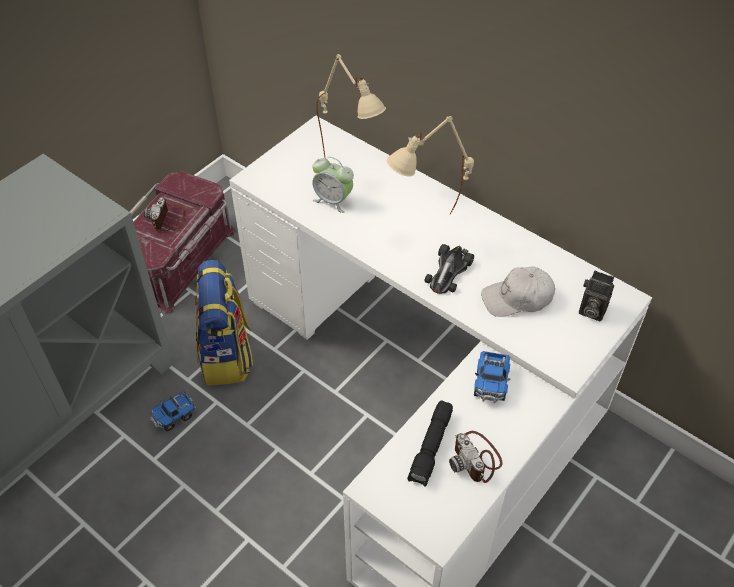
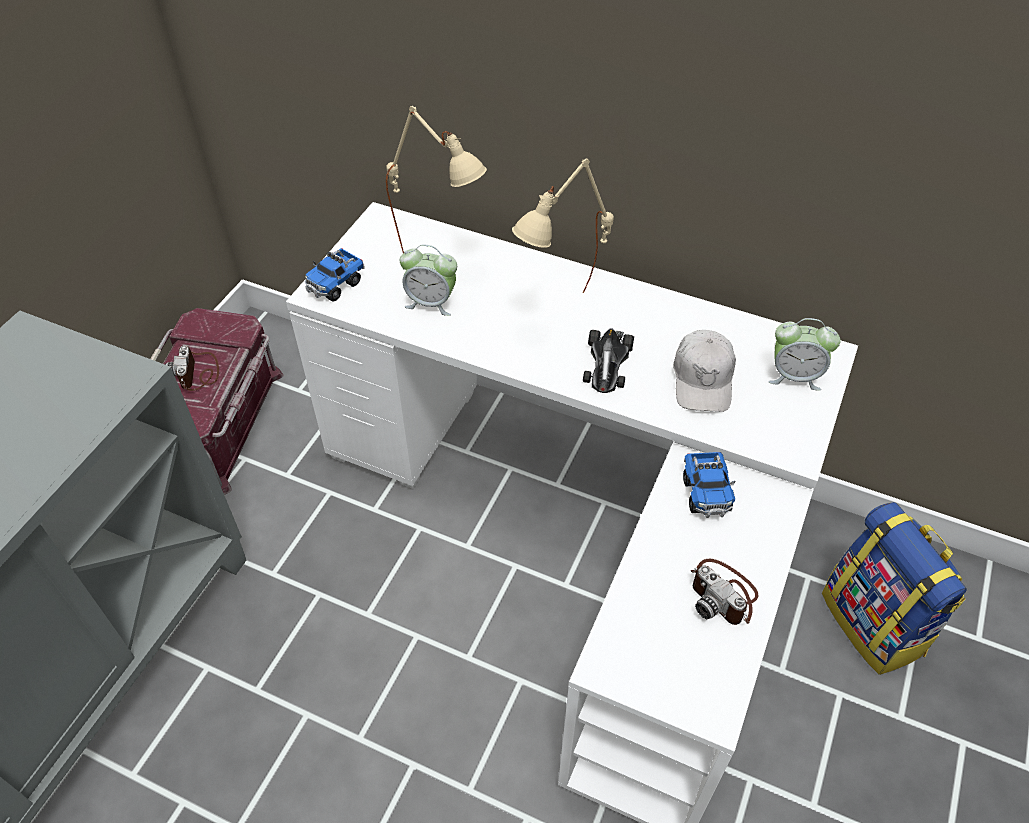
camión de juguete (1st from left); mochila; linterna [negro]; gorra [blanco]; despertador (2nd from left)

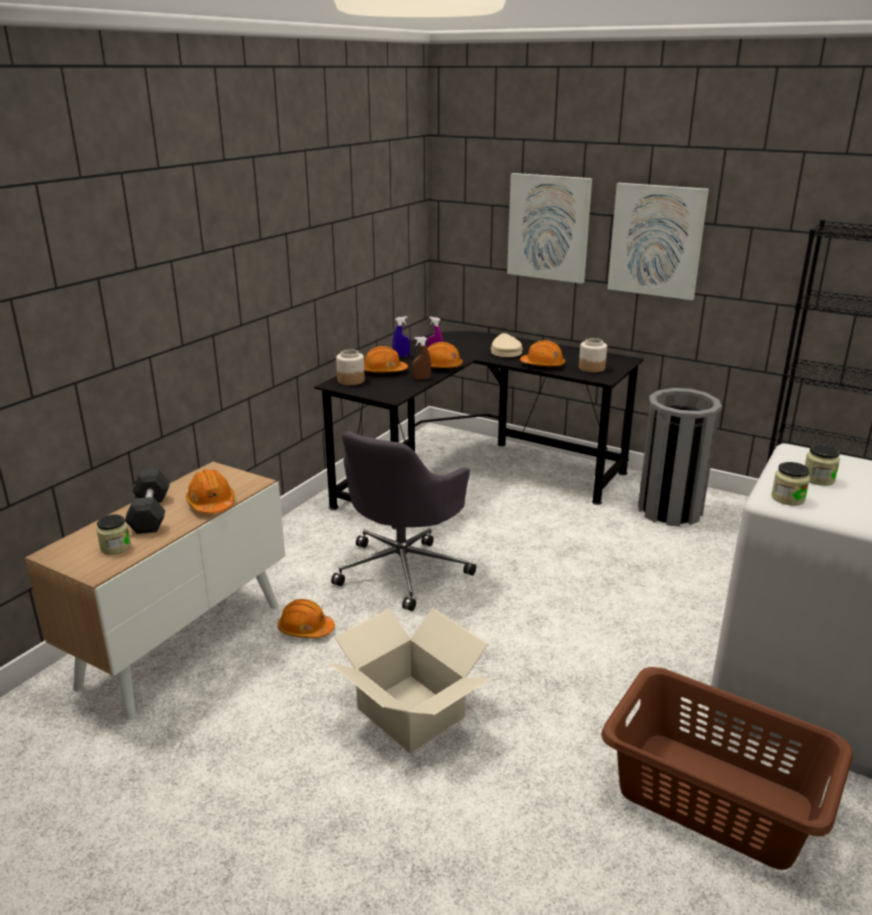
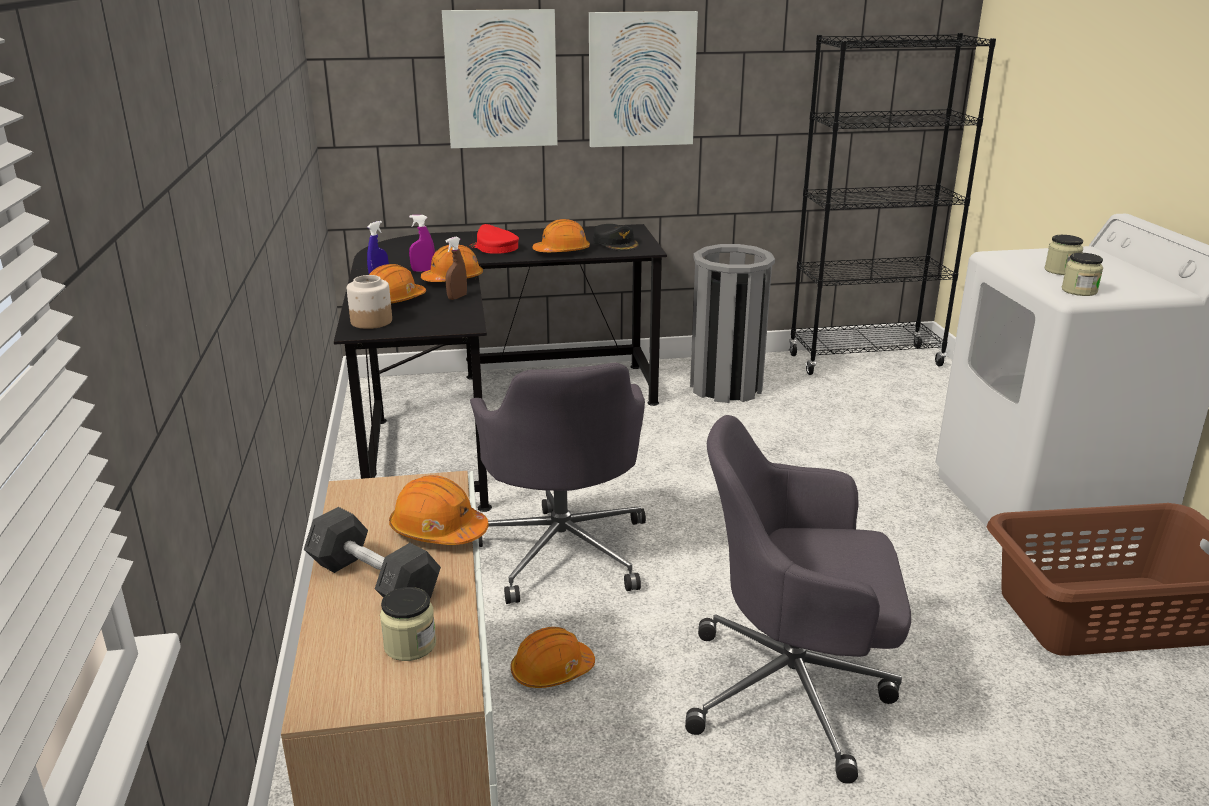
silla de oficina [gris] (2nd from left); gorra [rojo]; gorra [negro]

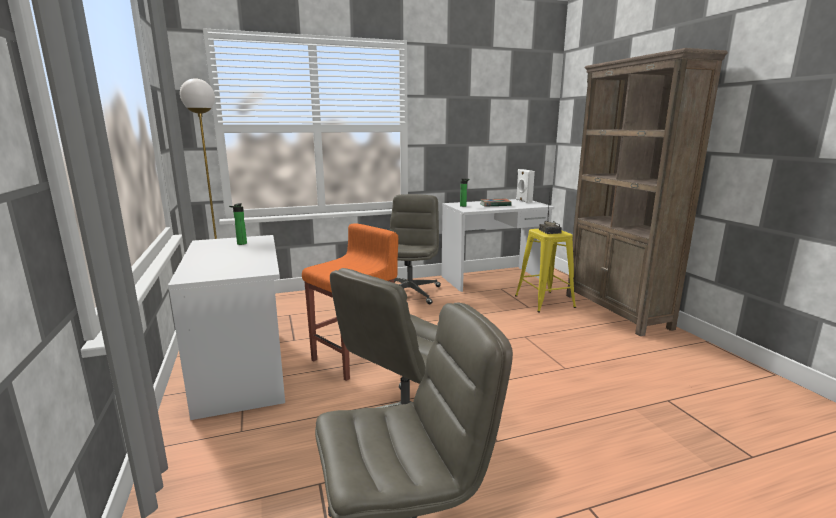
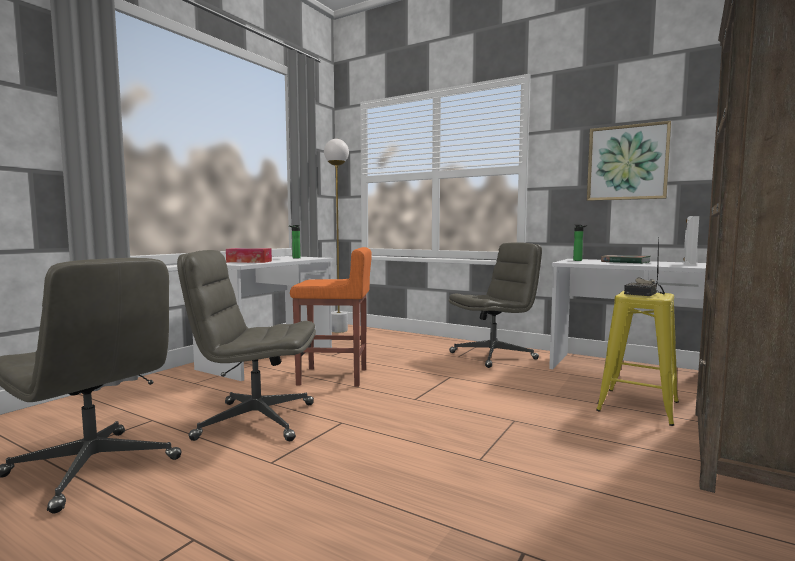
caja de pañuelos; cuadro

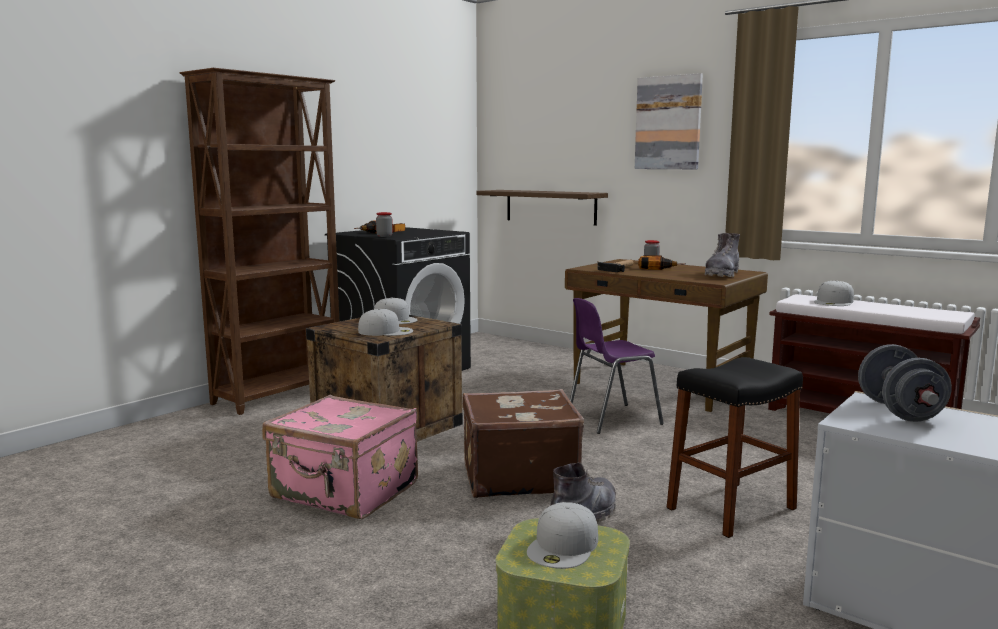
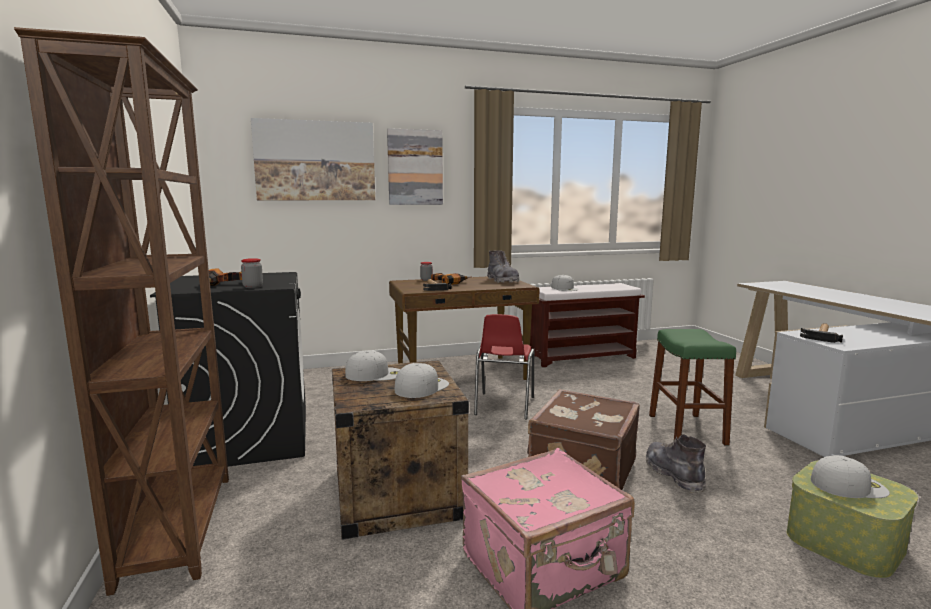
estante; gorra [blanco] (4th from left); silla [rojo]; taburete [verde]; martillo (2nd from left); cuadro (1st from left)

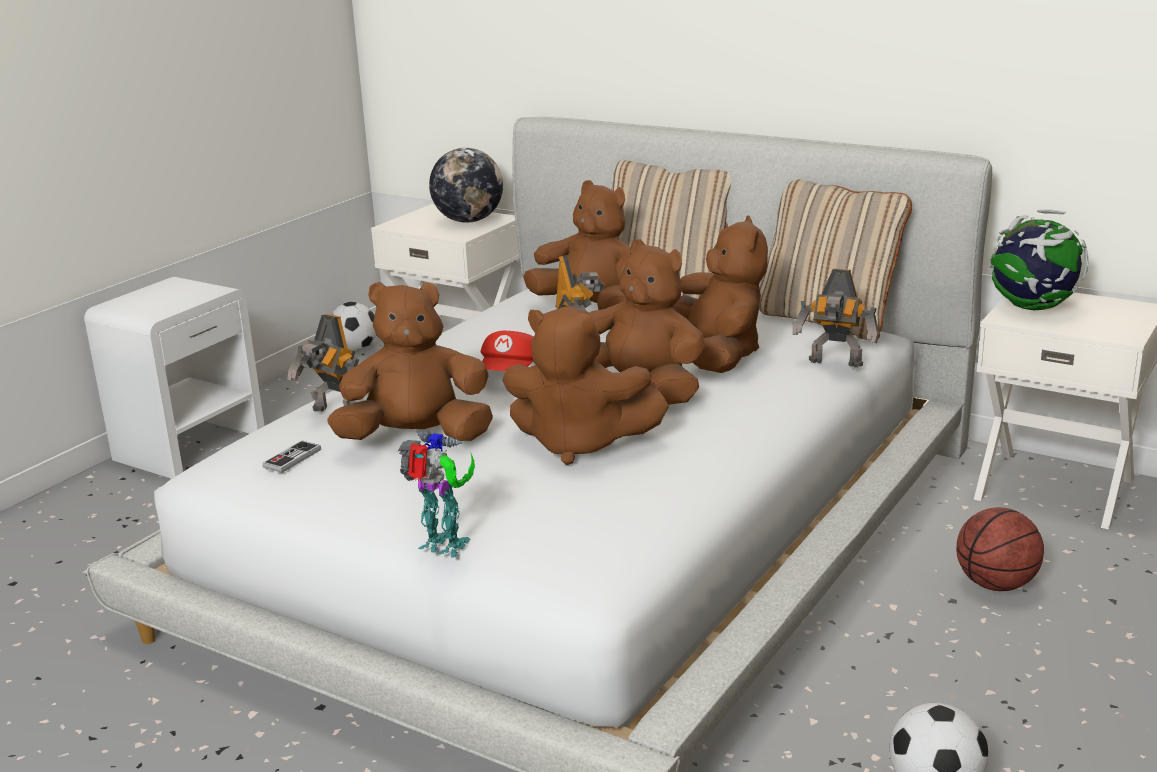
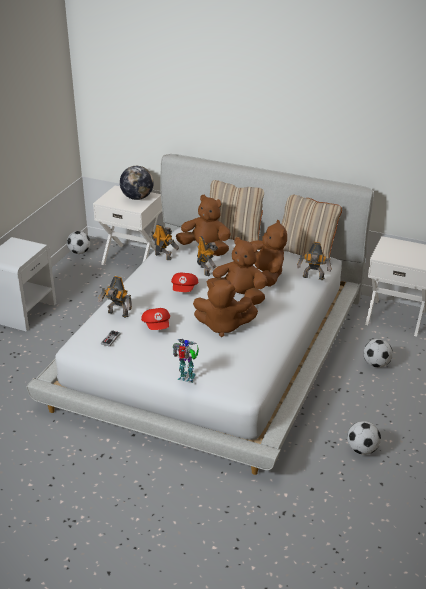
gorra [rojo] (1st from left); balón de fútbol (3rd from left); globo terráqueo (2nd from left in the first image); robot de juguete (2nd from left)

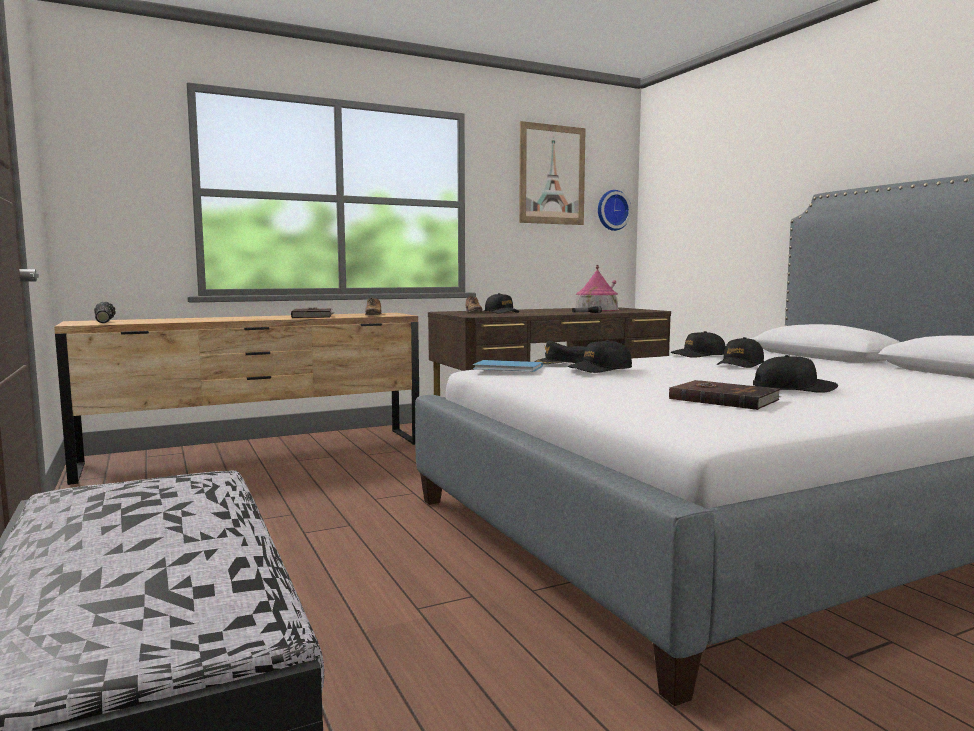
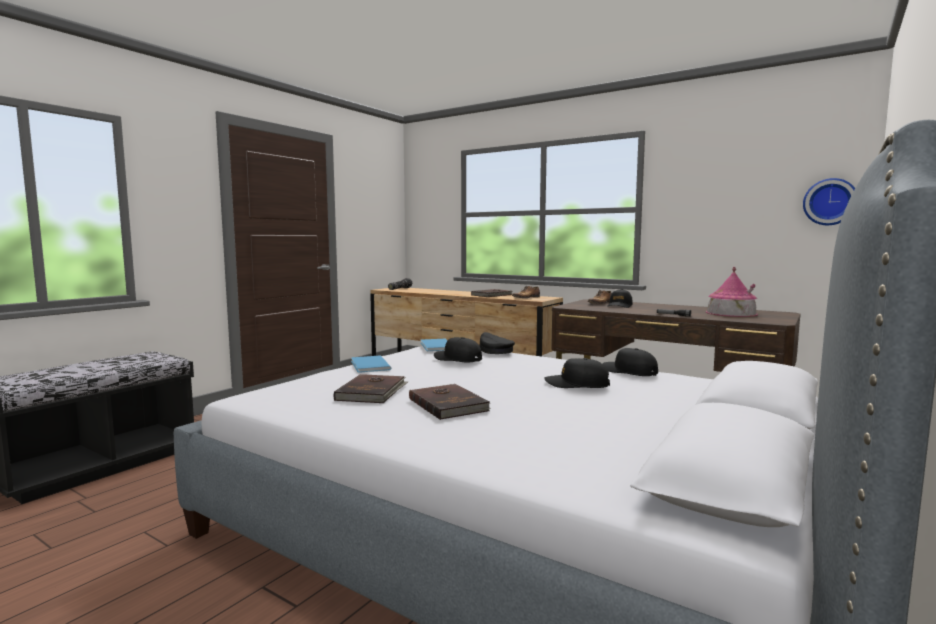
cuadro; libro [marrón] (2nd from left); libro [azul] (1st from left)

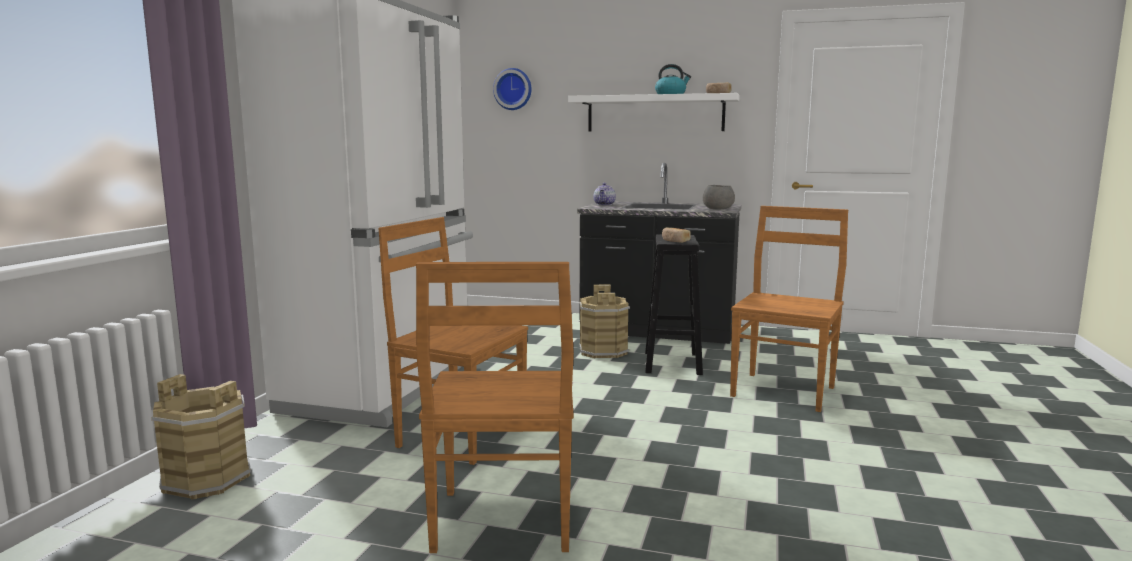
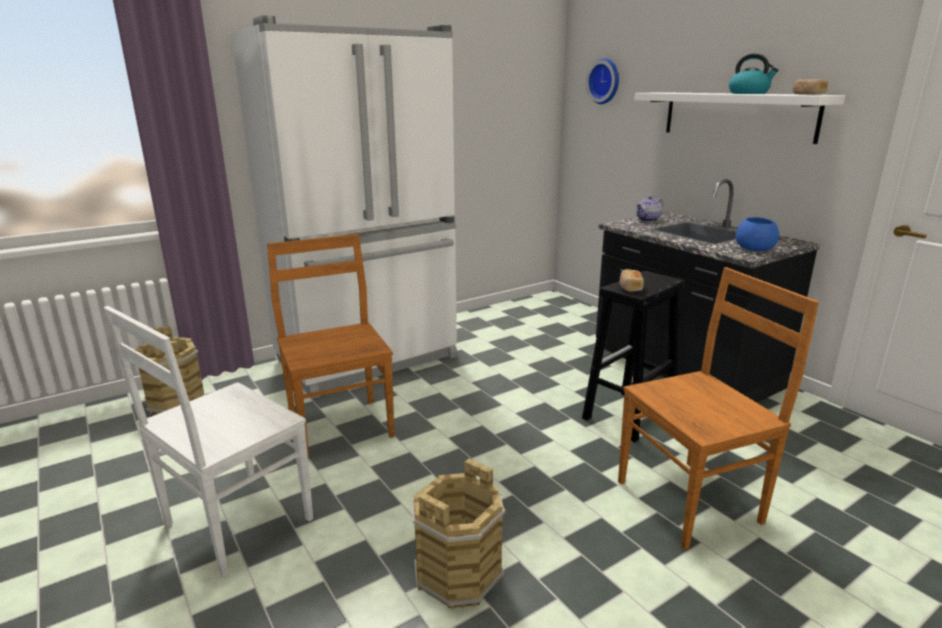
silla [blanco]; cubo [marrón] (2nd from left); cuenco [azul]

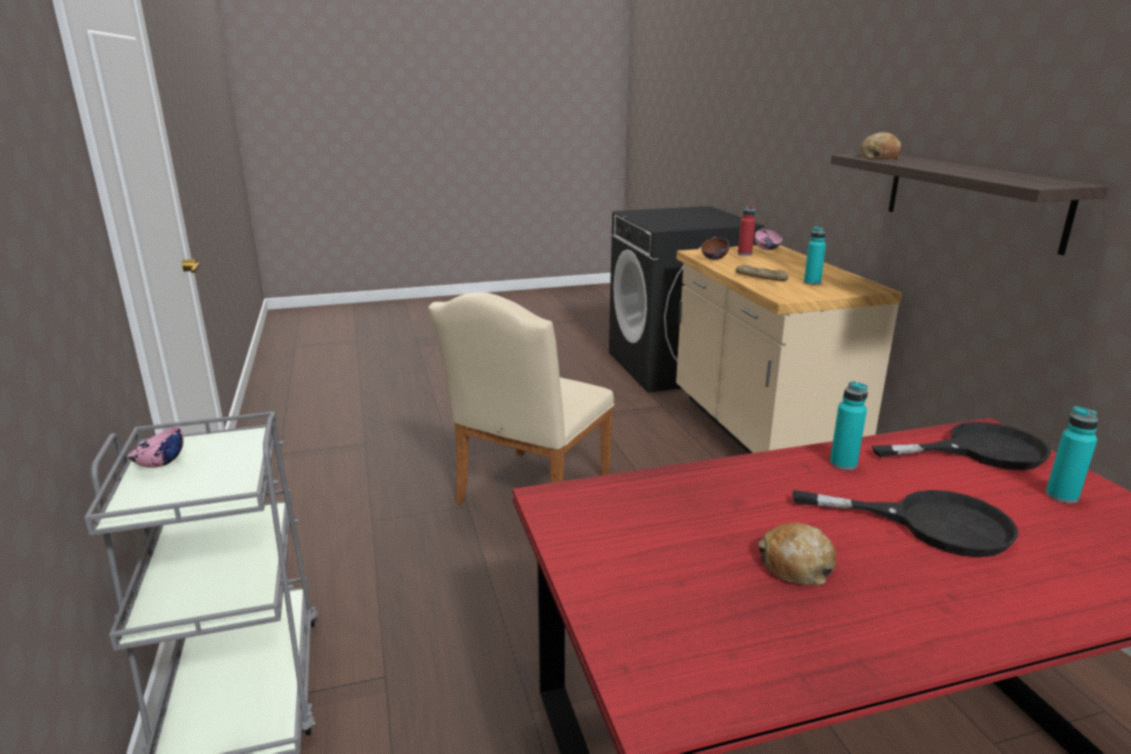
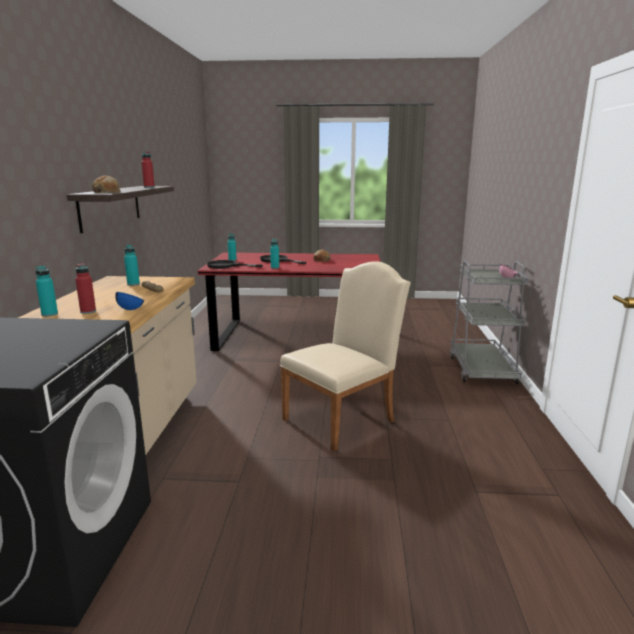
cuenco [azul]; botella [turquesa] (1st from left); botella [rojo] (2nd from left)

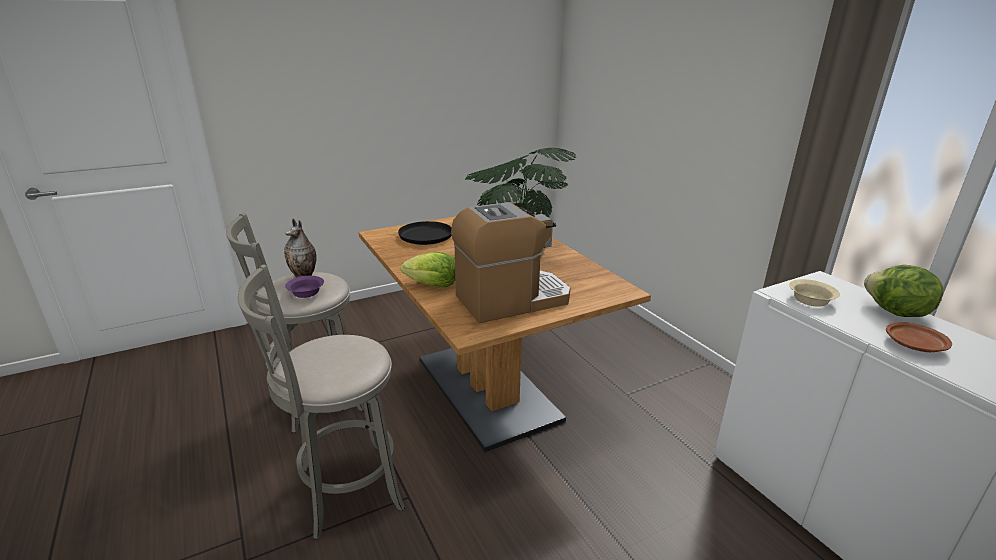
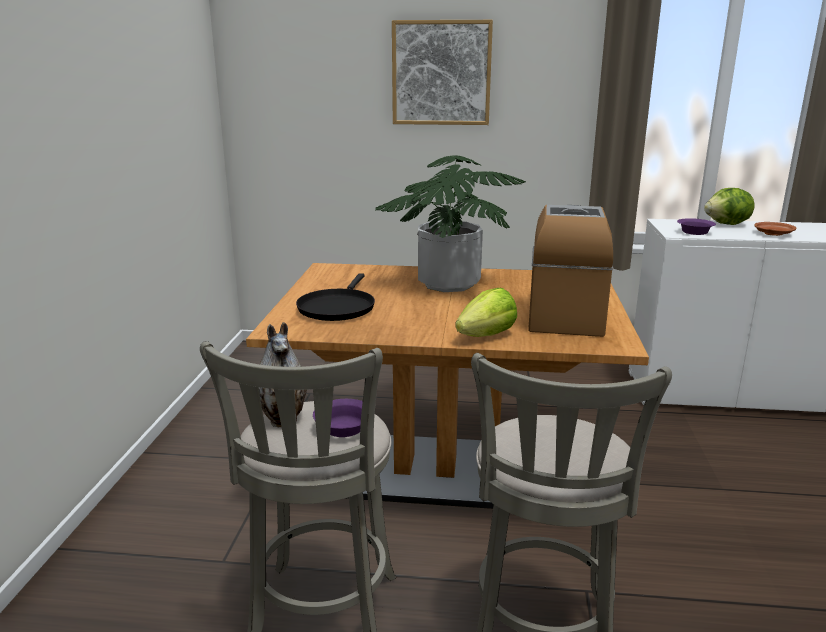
cuenco [morado] (2nd from left); cuadro

